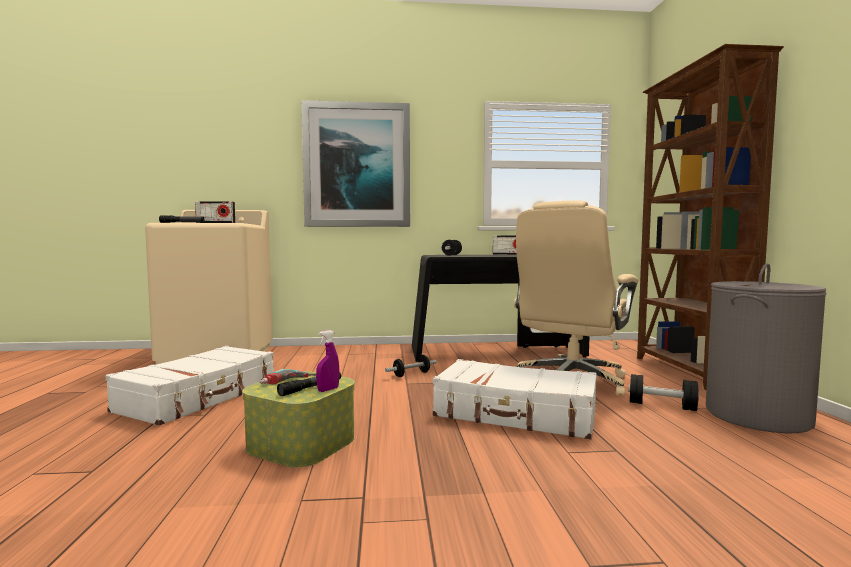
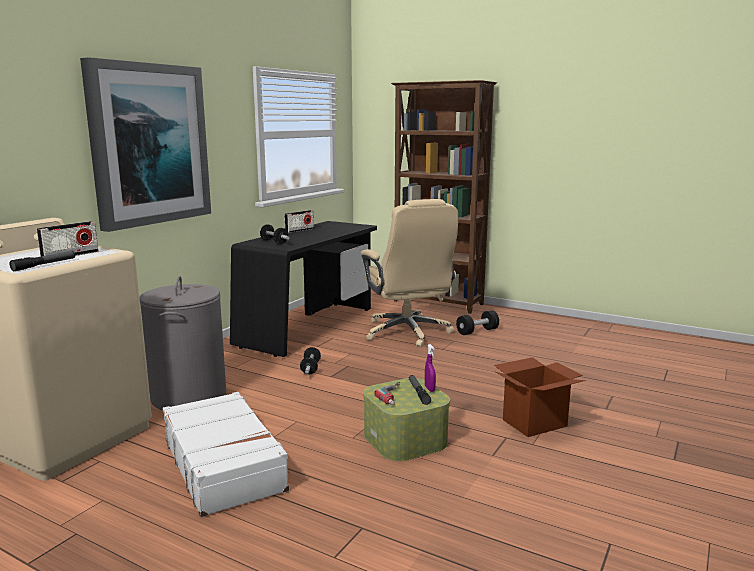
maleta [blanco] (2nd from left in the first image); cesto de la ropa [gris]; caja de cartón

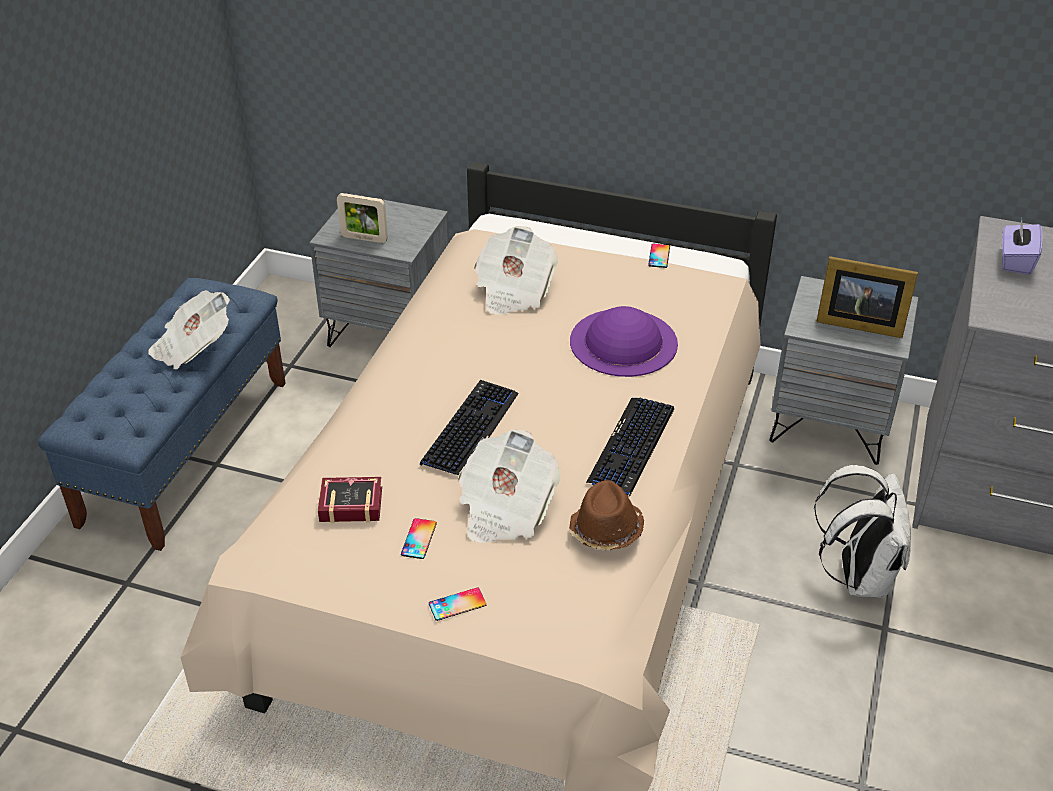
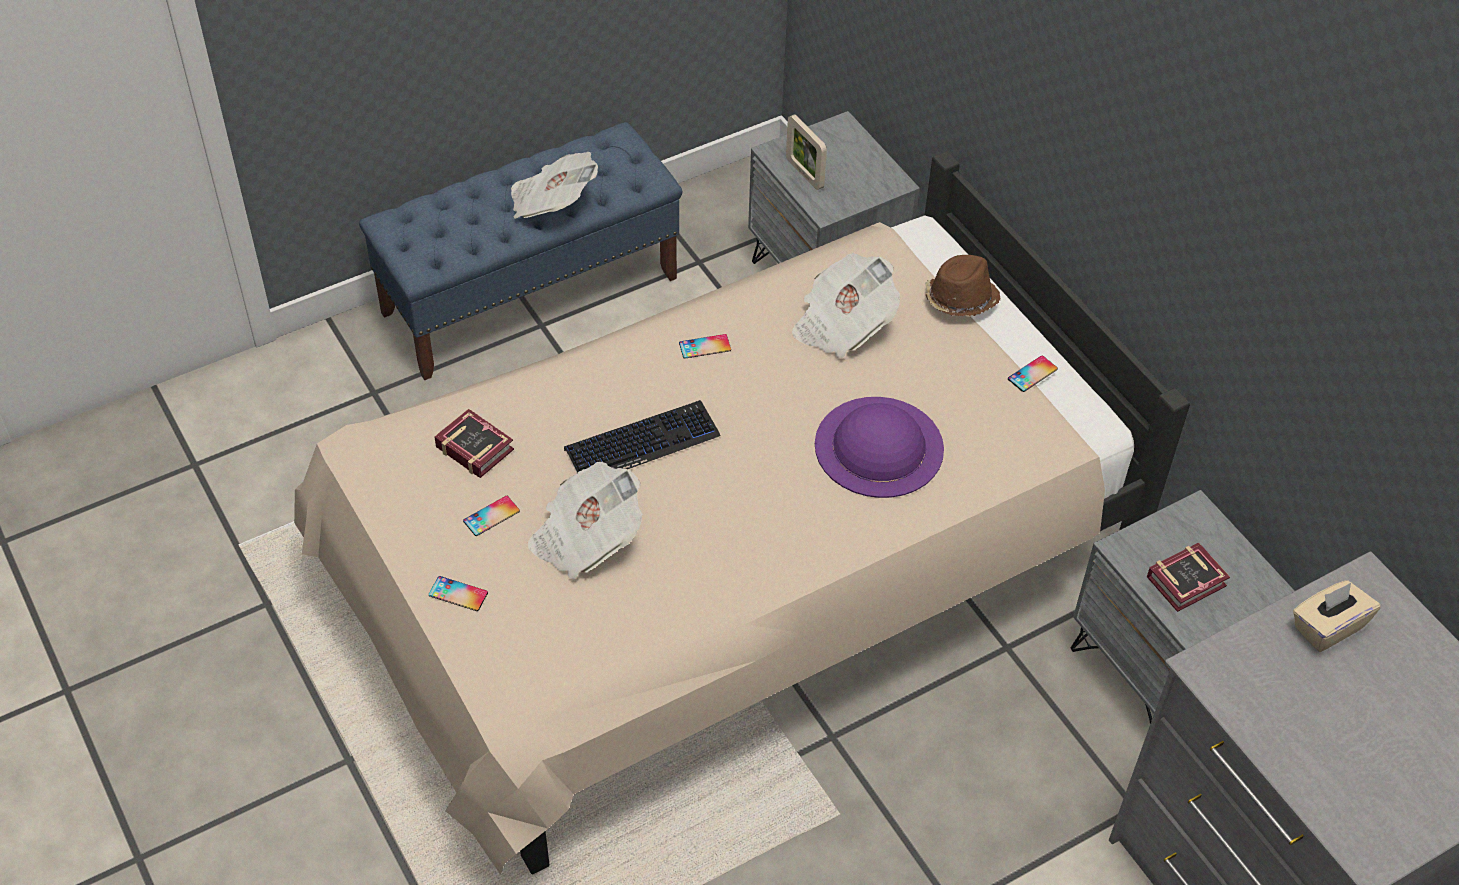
sombrero [marrón]; teclado (2nd from left in the first image); mochila [blanco]; libro (2nd from left); caja de pañuelos [beis]; móvil (3rd from left)

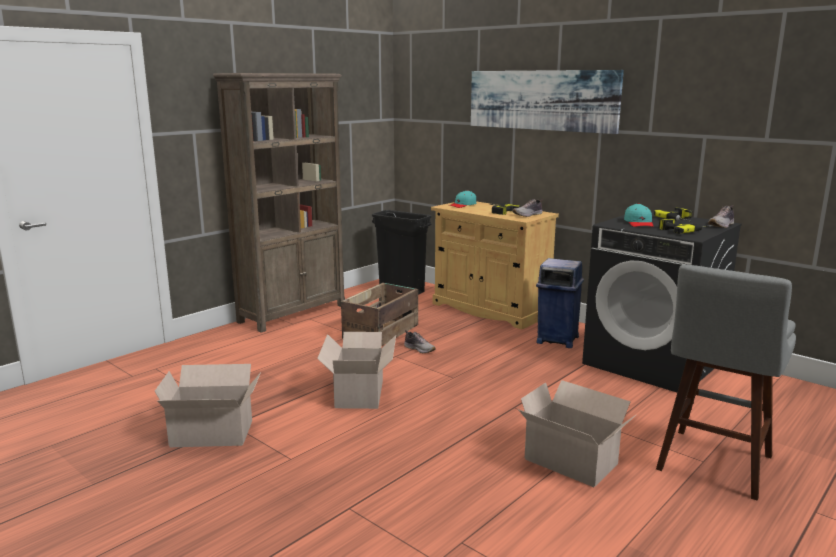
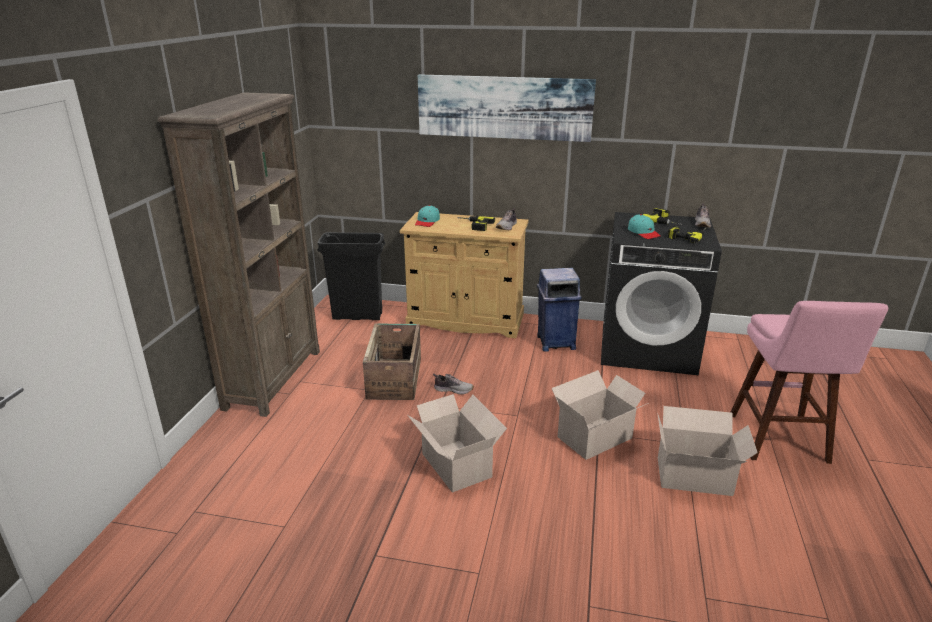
caja de cartón (2nd from left); taburete [rosa]

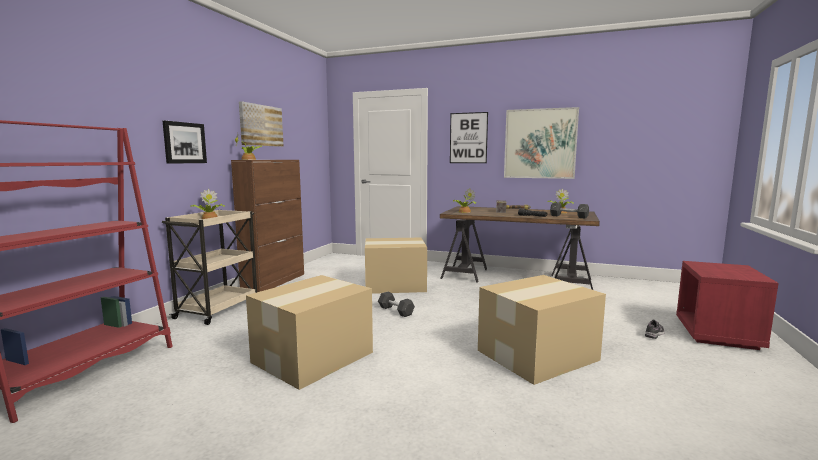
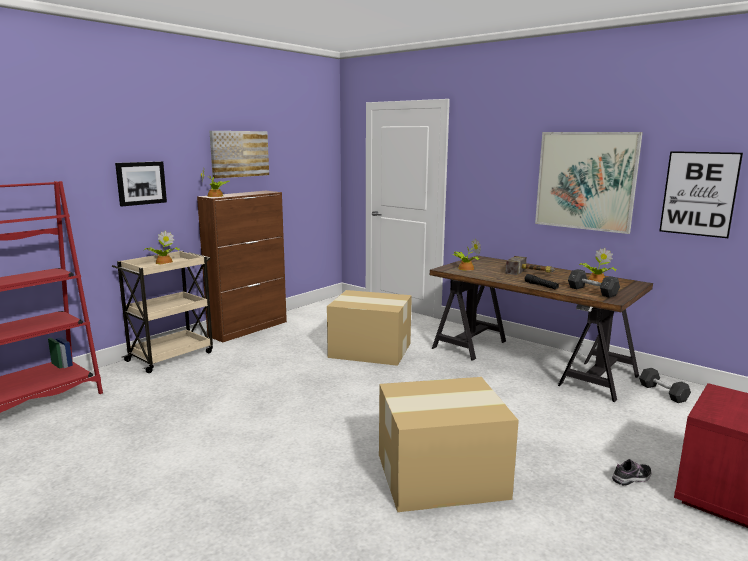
caja de cartón (1st from left in the first image); mancuerna [gris] (2nd from left); cuadro (4th from left)

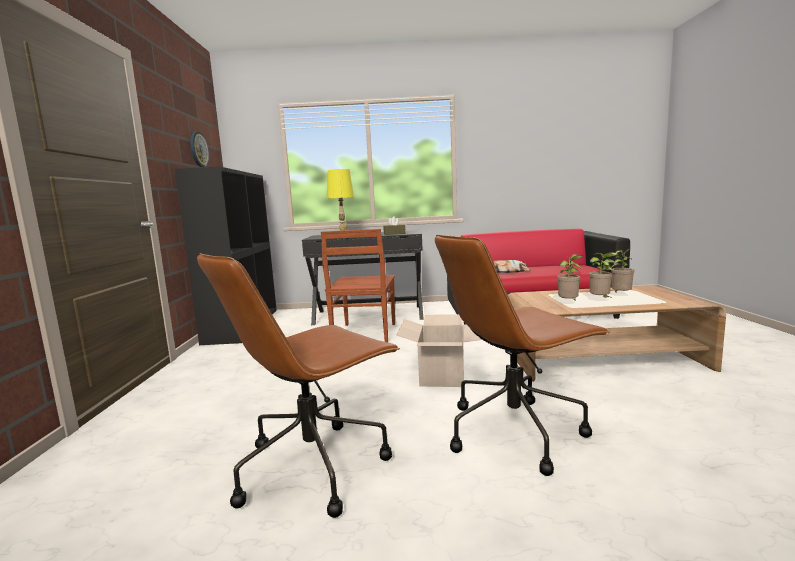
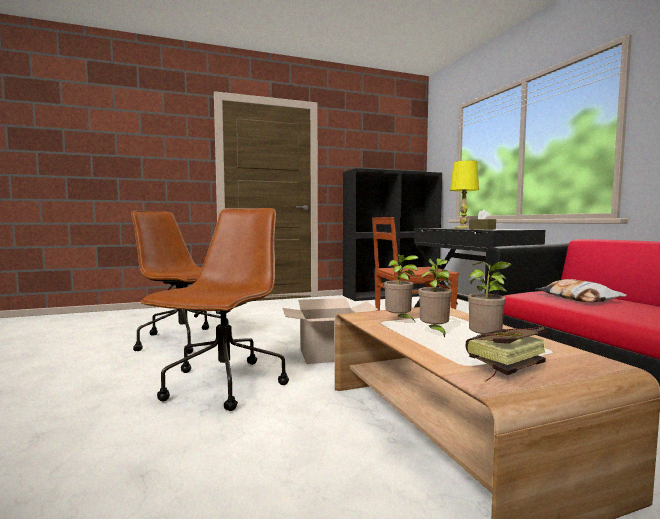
reloj de pared; silla de oficina [marrón] (2nd from left); libro

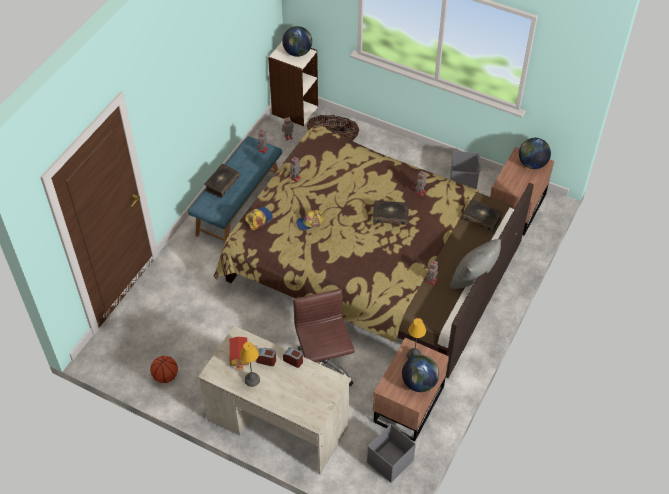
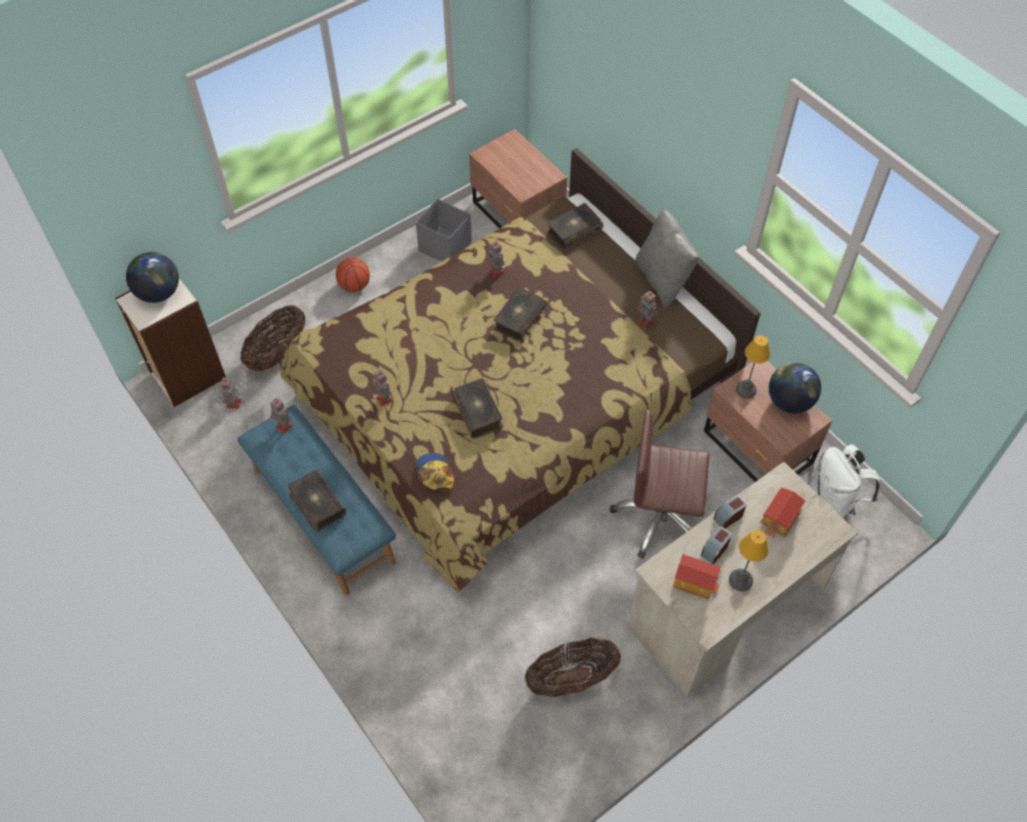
balón de baloncesto; libro (2nd from left); mochila [blanco]; globo terráqueo (3rd from left in the first image); cesta (2nd from left); casita (2nd from left)

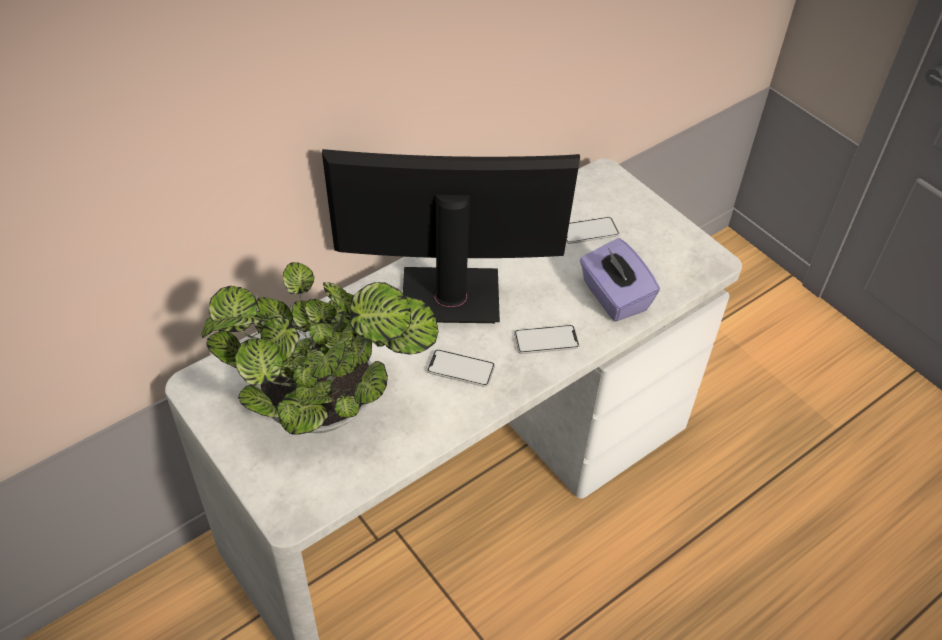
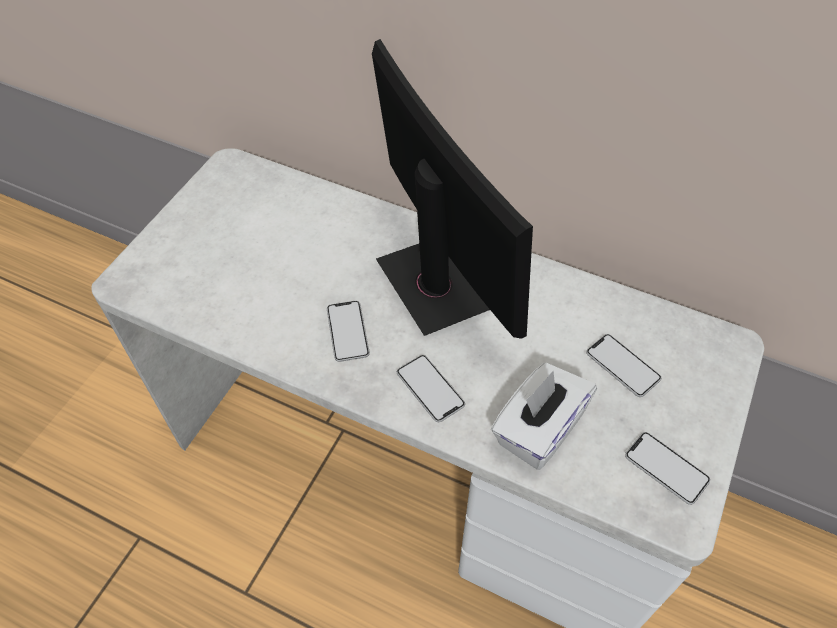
planta en maceta; caja de pañuelos [blanco]; móvil (4th from left)

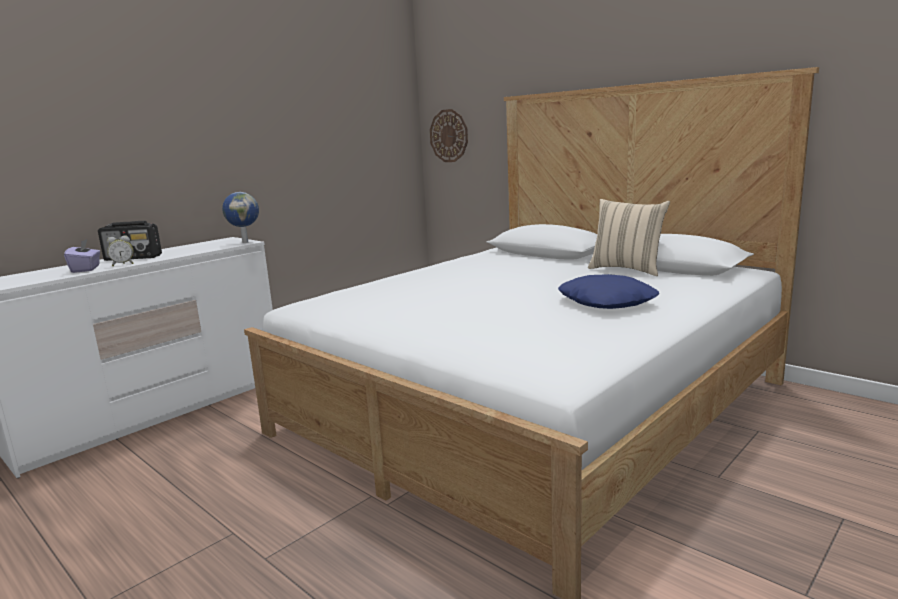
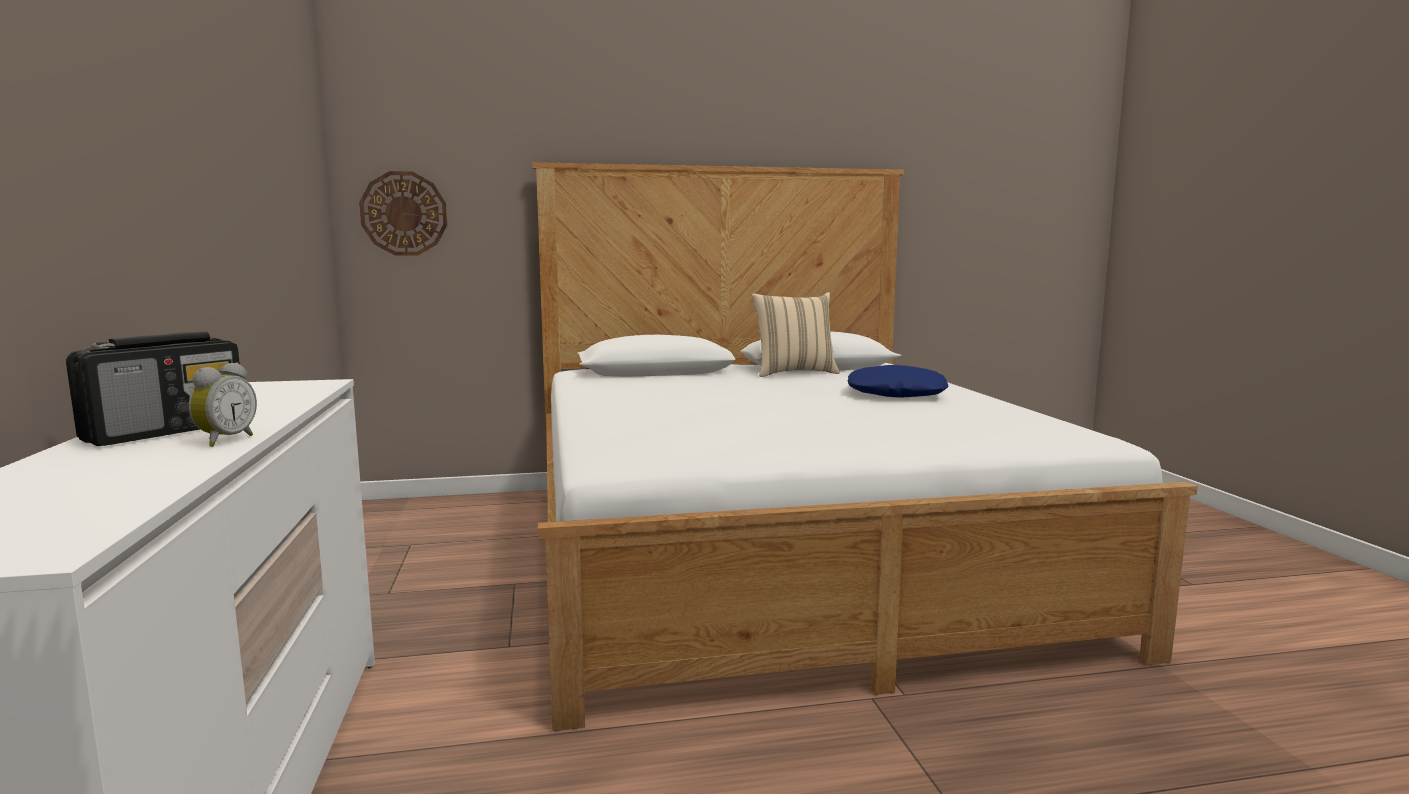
caja de pañuelos [morado]; globo terráqueo

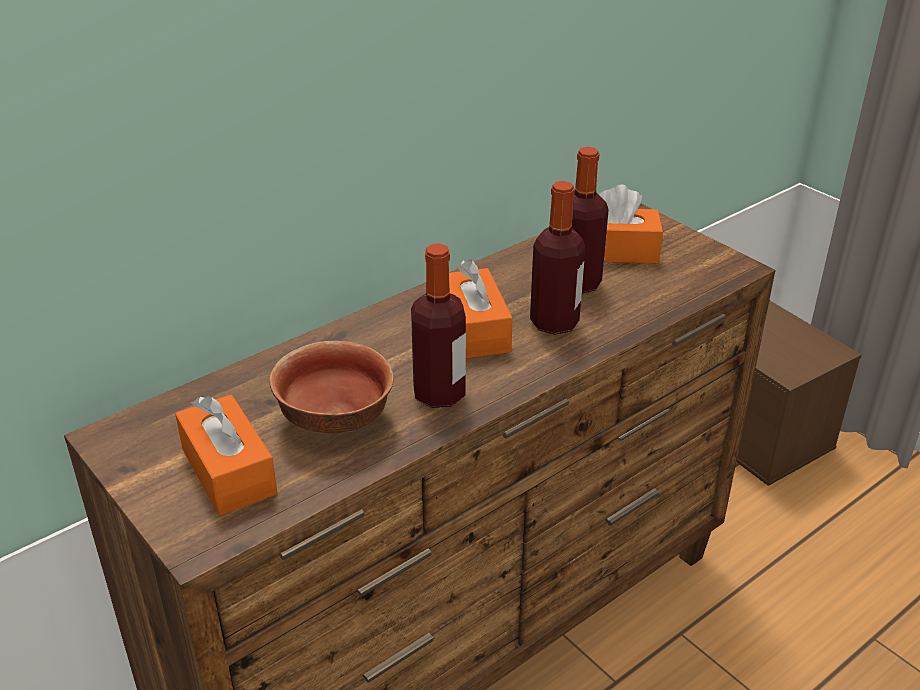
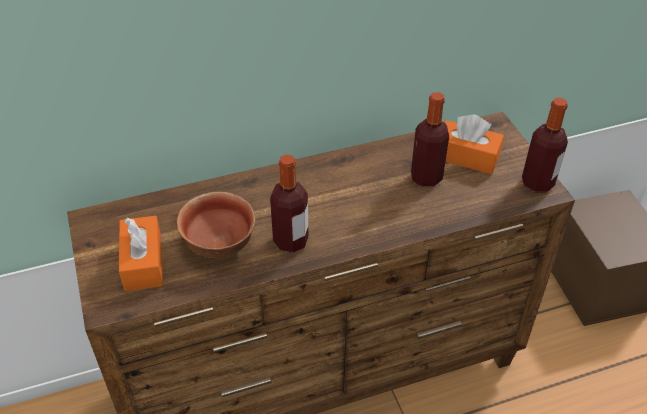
caja de pañuelos [naranja] (2nd from left in the first image); botella (3rd from left)

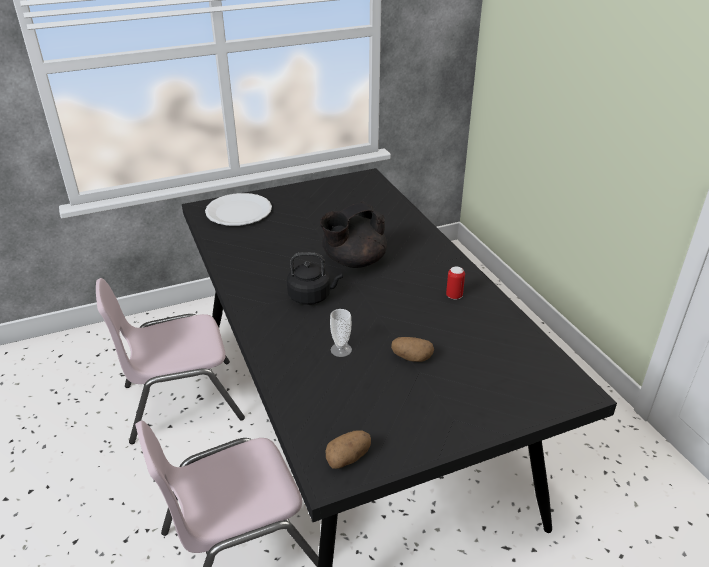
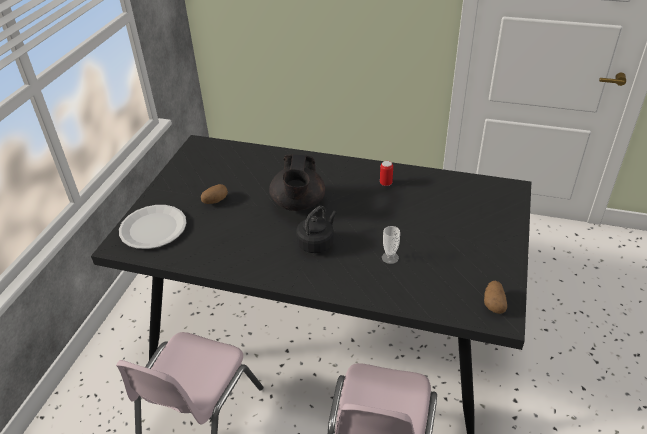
patata (1st from left)

